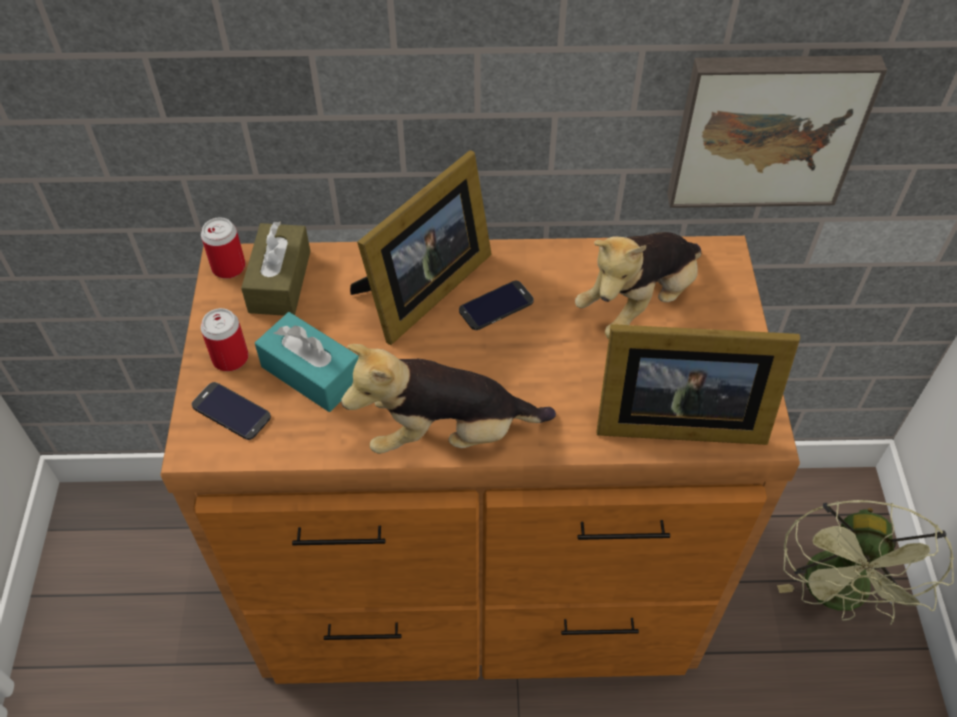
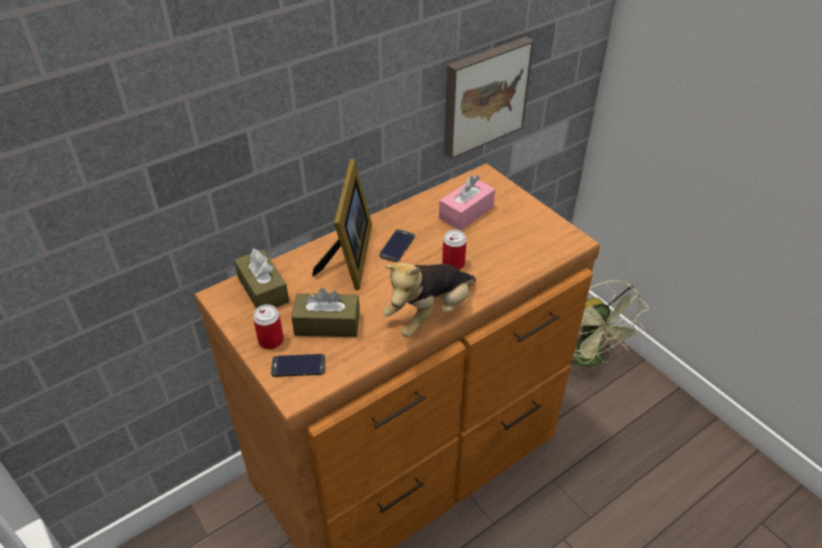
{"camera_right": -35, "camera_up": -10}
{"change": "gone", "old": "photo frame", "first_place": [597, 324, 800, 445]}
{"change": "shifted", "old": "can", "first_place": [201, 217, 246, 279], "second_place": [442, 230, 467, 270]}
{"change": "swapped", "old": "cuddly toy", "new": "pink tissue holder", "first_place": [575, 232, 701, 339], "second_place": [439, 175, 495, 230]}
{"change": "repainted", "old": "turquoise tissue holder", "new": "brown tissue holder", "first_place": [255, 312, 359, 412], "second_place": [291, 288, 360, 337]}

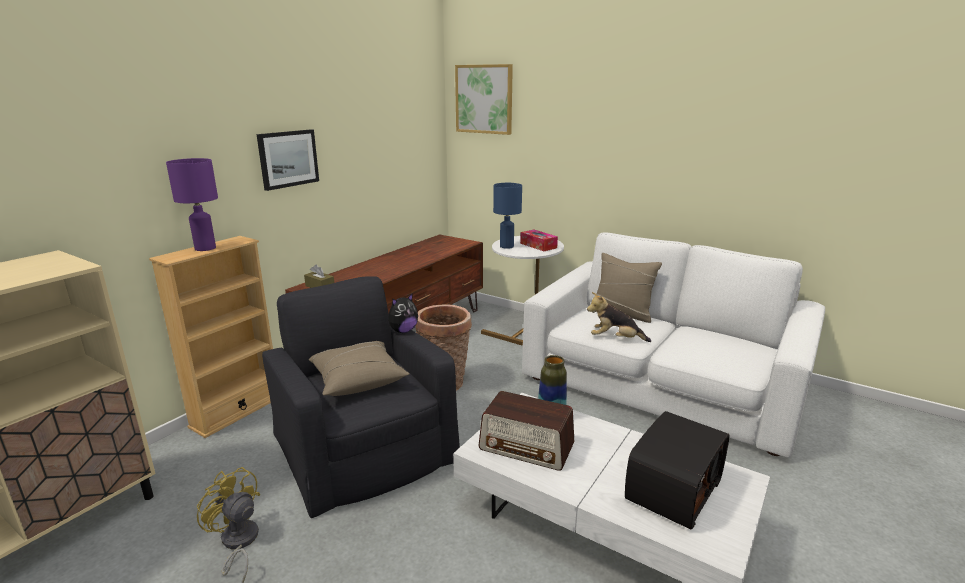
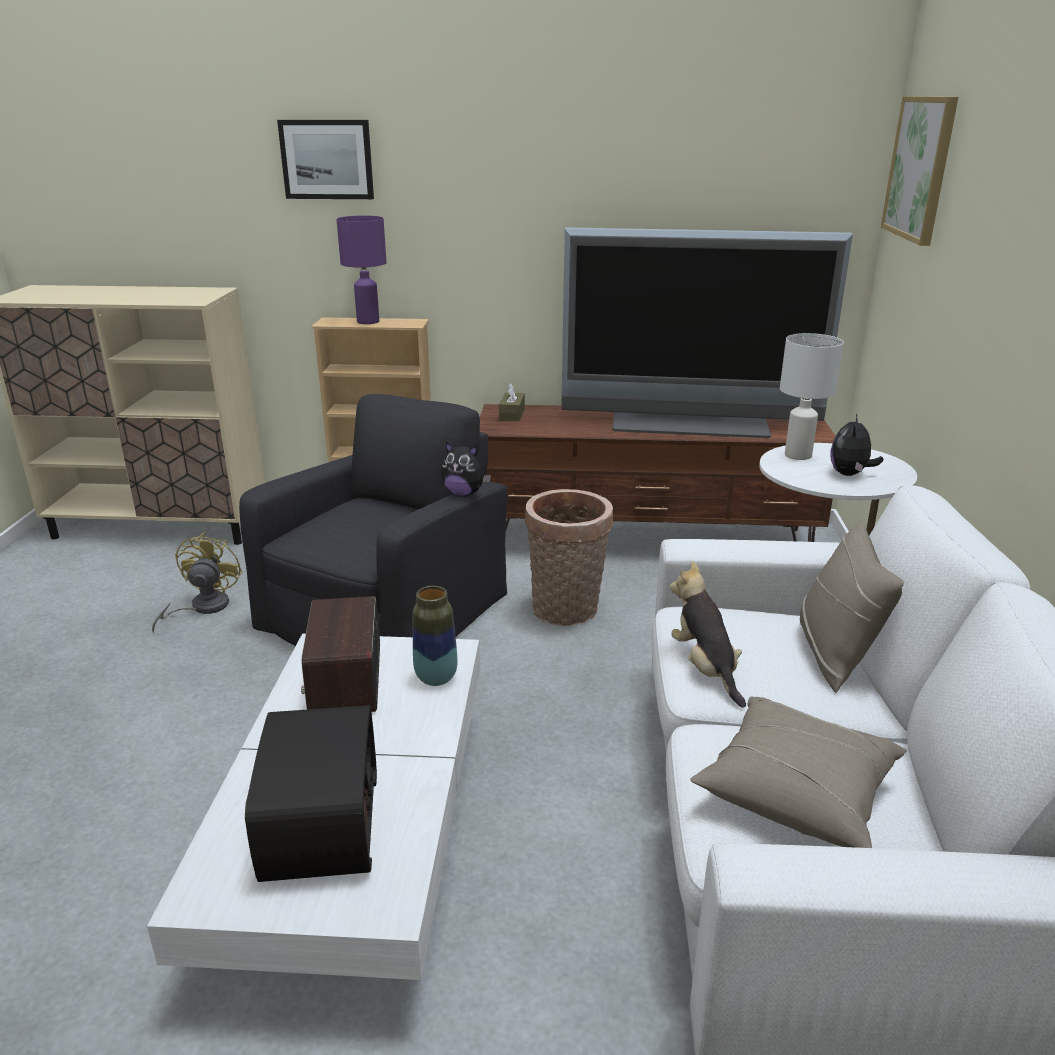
{"camera_right": 60, "camera_up": 5}
{"change": "new", "new": "TV set", "second_place": [561, 227, 853, 438]}
{"change": "shifted", "old": "wall picture", "first_place": [257, 129, 319, 191], "second_place": [277, 120, 374, 199]}
{"change": "shifted", "old": "sand-coloured throw pillow", "first_place": [308, 341, 410, 396], "second_place": [690, 696, 907, 848]}
{"change": "swapped", "old": "tissue holder", "new": "cuddly toy", "first_place": [520, 230, 558, 251], "second_place": [830, 414, 883, 476]}
{"change": "repainted", "old": "blue-coloured tabletop lamp", "new": "white-coloured tabletop lamp", "first_place": [493, 183, 522, 249], "second_place": [780, 333, 844, 460]}
{"change": "rotated", "old": "radio", "first_place": [625, 411, 730, 530], "second_place": [245, 705, 377, 882], "degrees": -105}

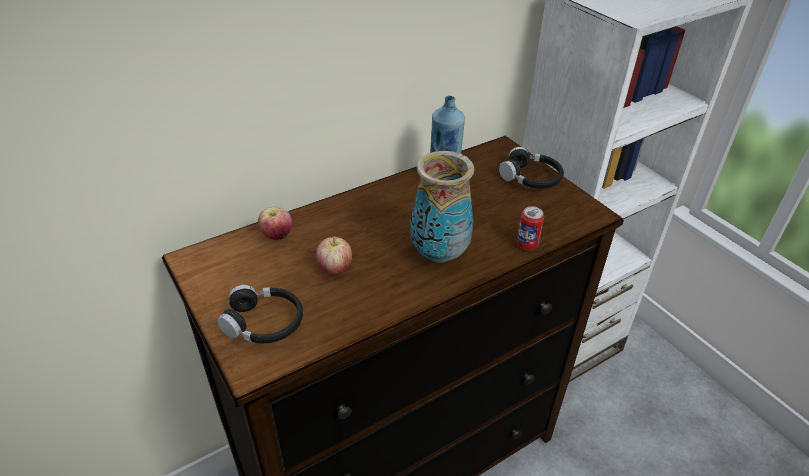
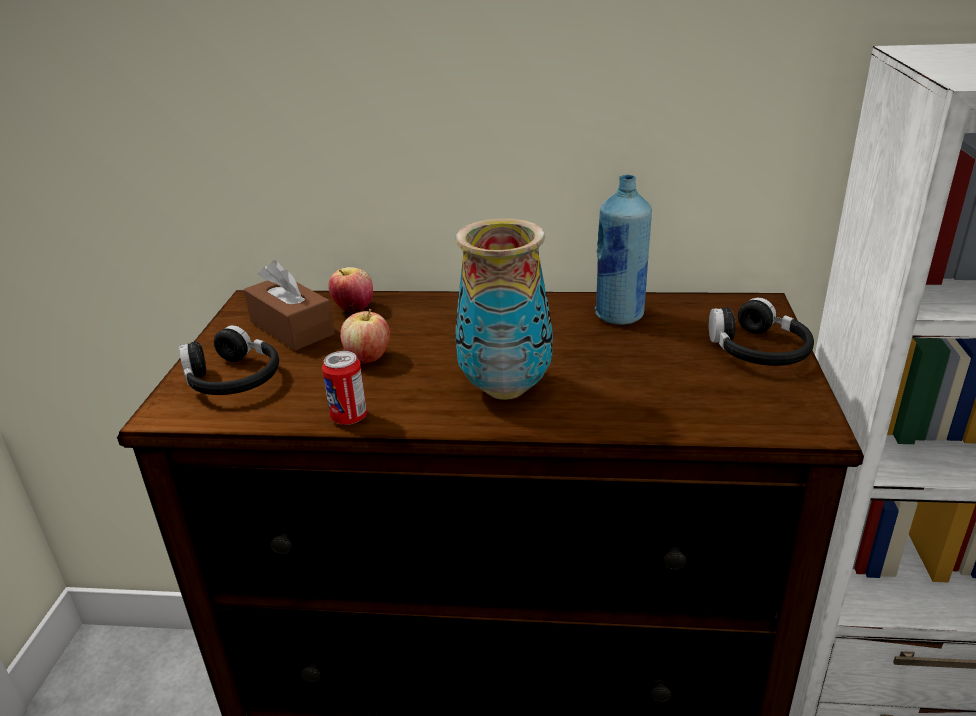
{"camera_right": 40, "camera_up": -10}
{"change": "new", "new": "brown tissue holder", "second_place": [244, 260, 335, 351]}
{"change": "shifted", "old": "can", "first_place": [517, 206, 544, 250], "second_place": [322, 351, 367, 425]}

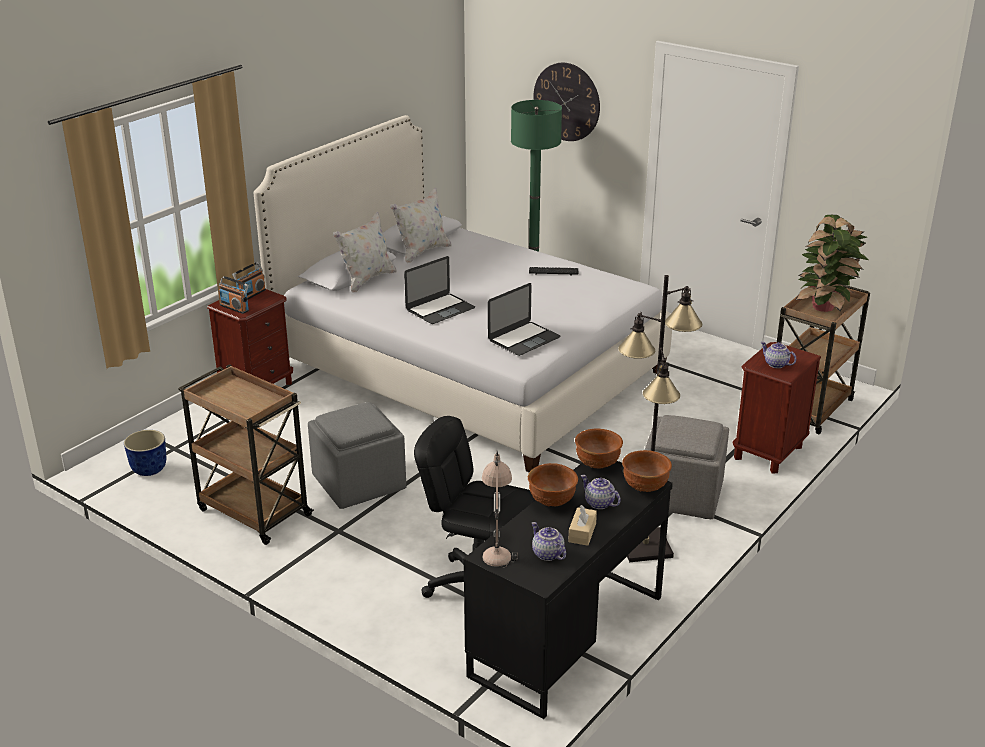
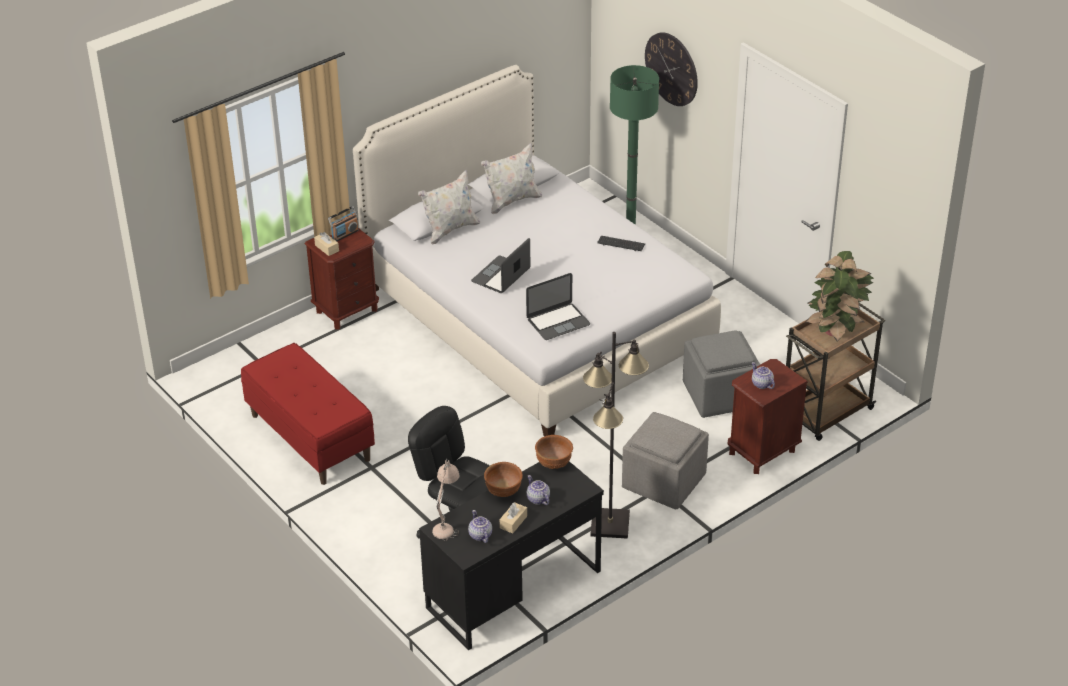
{"camera_right": 15, "camera_up": 10}
{"change": "gone", "old": "planter", "first_place": [124, 430, 166, 476]}
{"change": "gone", "old": "brown serving bowl", "first_place": [622, 450, 672, 492]}
{"change": "shifted", "old": "greyish pouffe", "first_place": [308, 402, 406, 509], "second_place": [683, 330, 760, 418]}
{"change": "swapped", "old": "brown cart", "new": "reddish indoor bench", "first_place": [178, 364, 314, 545], "second_place": [241, 343, 375, 485]}
{"change": "swapped", "old": "radio", "new": "sand-coloured tissue holder", "first_place": [219, 276, 249, 314], "second_place": [314, 232, 339, 256]}
{"change": "rotated", "old": "notebook computer", "first_place": [404, 256, 475, 324], "second_place": [471, 238, 530, 293], "degrees": 150}

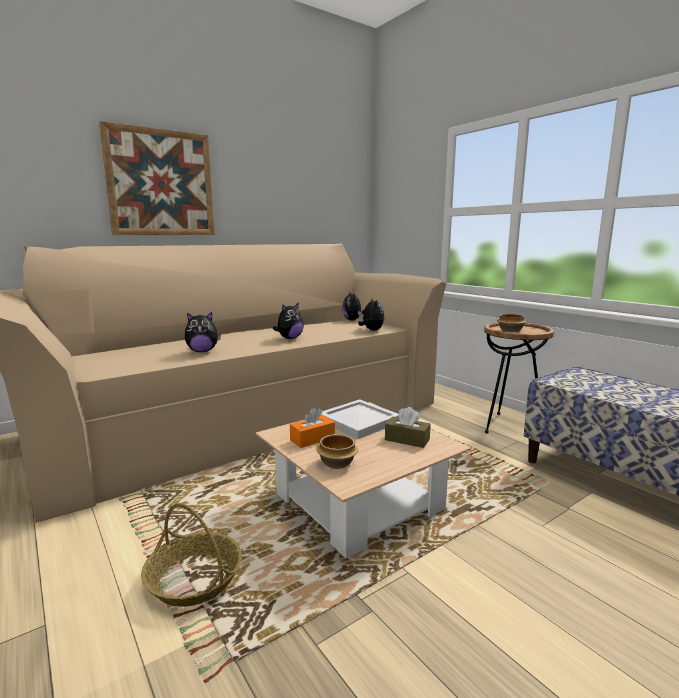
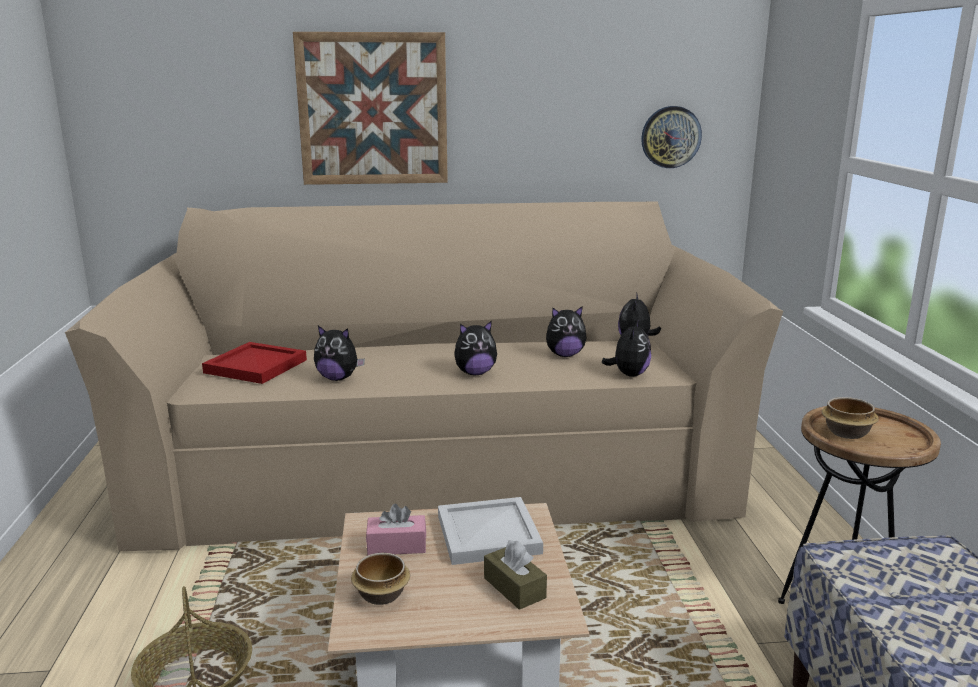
{"camera_right": 30, "camera_up": 5}
{"change": "new", "new": "reddish serving tray", "second_place": [202, 342, 307, 384]}
{"change": "new", "new": "cuddly toy", "second_place": [546, 306, 586, 357]}
{"change": "new", "new": "hanging clock", "second_place": [641, 106, 702, 168]}
{"change": "repainted", "old": "orange-coloured tissue holder", "new": "pink tissue holder", "first_place": [290, 407, 335, 448], "second_place": [366, 504, 426, 555]}

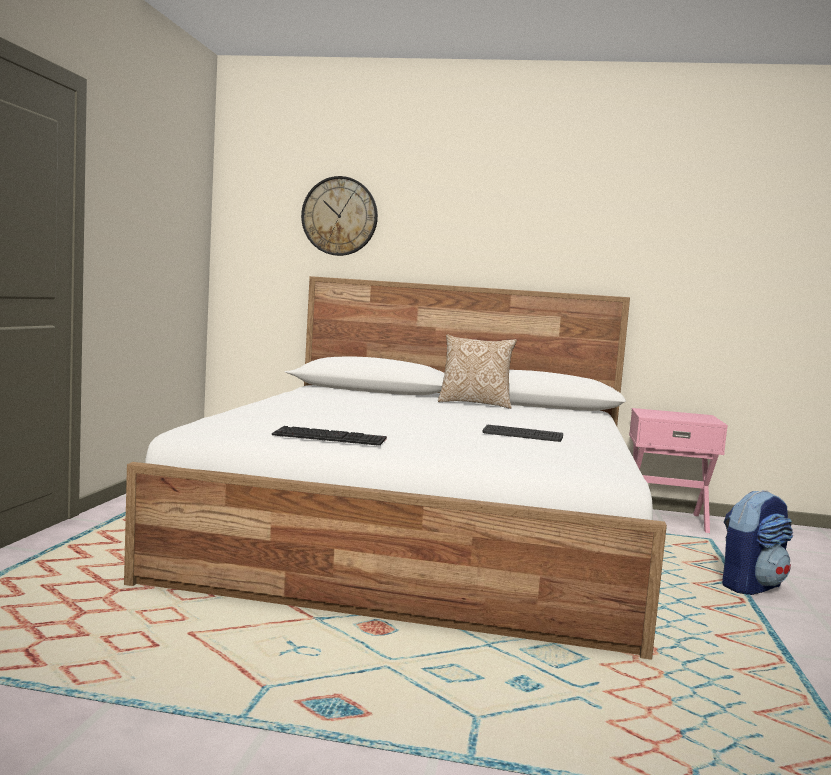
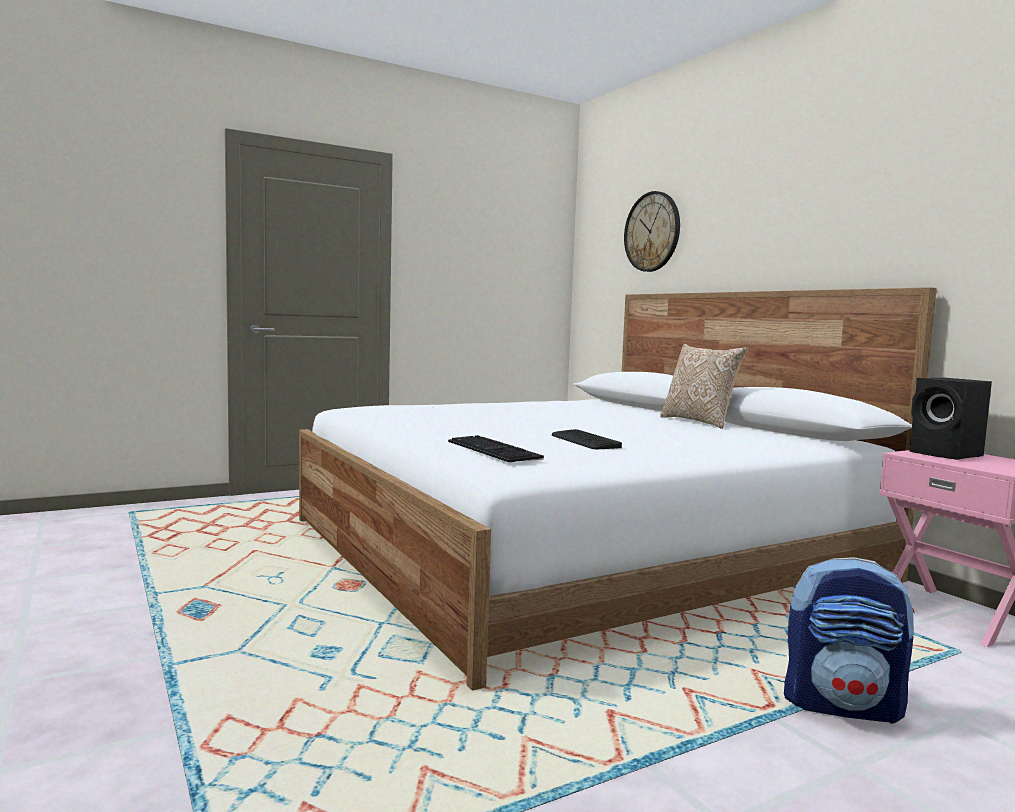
{"camera_right": 50, "camera_up": 0}
{"change": "new", "new": "blackish audio speaker", "second_place": [910, 378, 992, 460]}
{"change": "shifted", "old": "PC keyboard", "first_place": [272, 426, 387, 446], "second_place": [448, 435, 544, 462]}

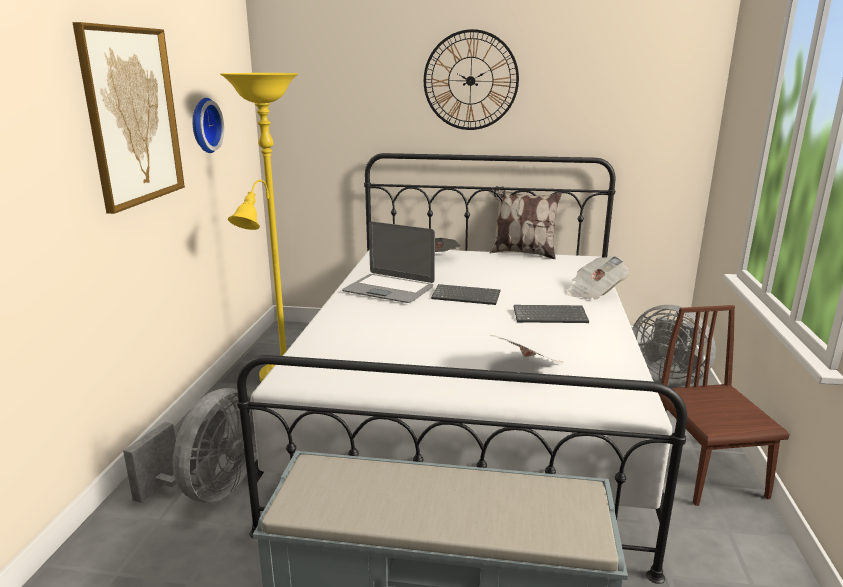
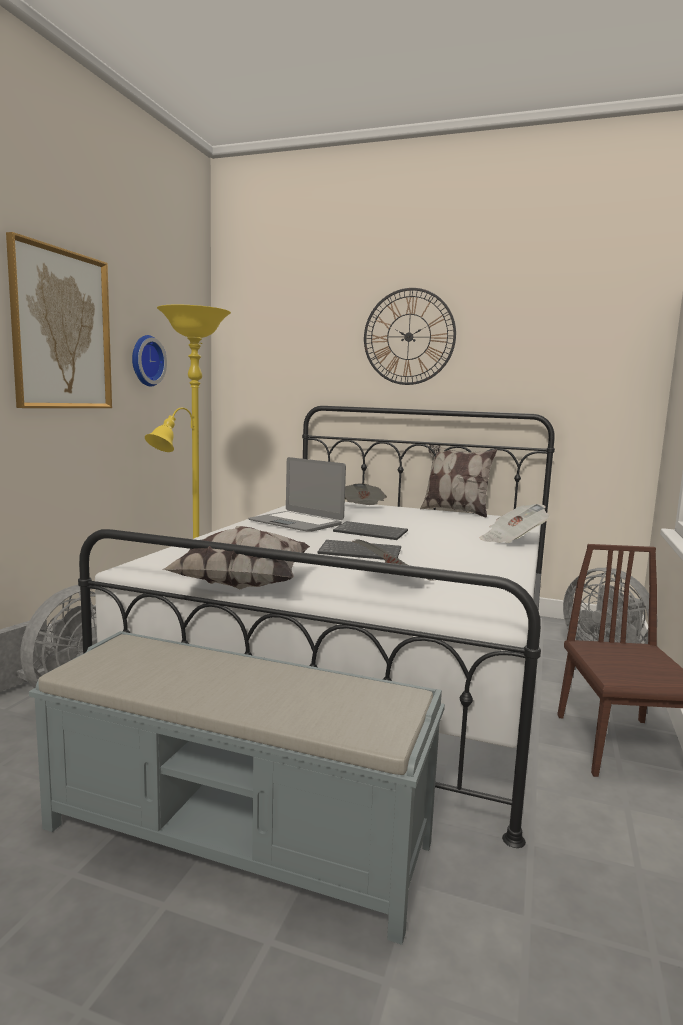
{"camera_right": 10, "camera_up": -10}
{"change": "new", "new": "throw pillow", "second_place": [162, 526, 310, 589]}
{"change": "shifted", "old": "PC keyboard", "first_place": [514, 305, 589, 323], "second_place": [318, 540, 401, 560]}

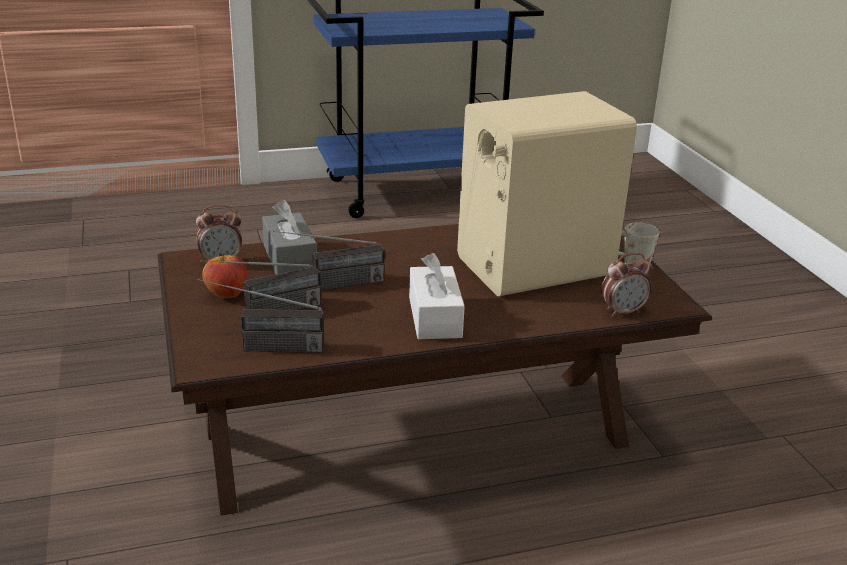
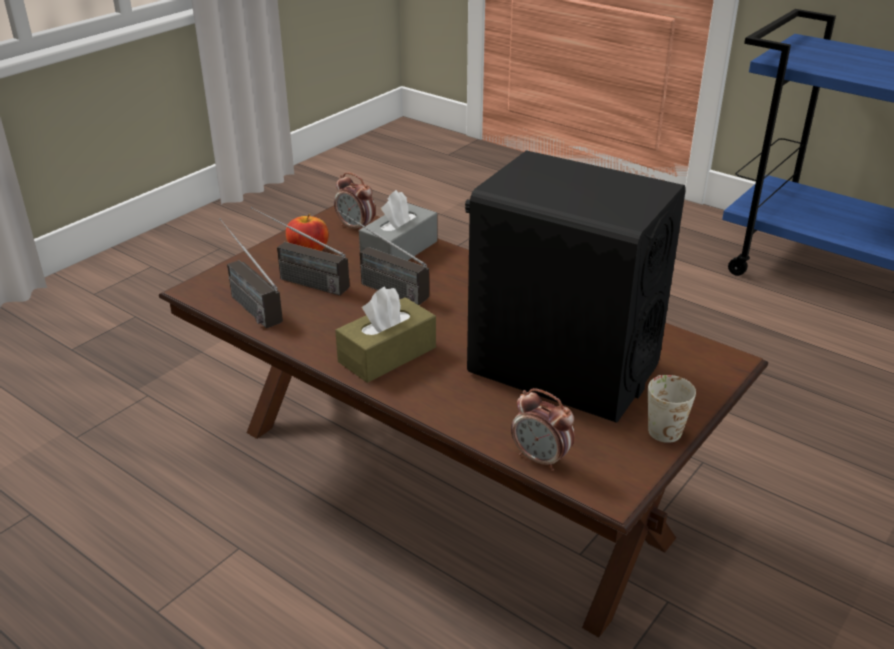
{"camera_right": 55, "camera_up": 5}
{"change": "repainted", "old": "white-coloured tissue holder", "new": "brown tissue holder", "first_place": [409, 253, 465, 339], "second_place": [335, 286, 436, 383]}
{"change": "repainted", "old": "sand-coloured audio speaker", "new": "blackish audio speaker", "first_place": [457, 91, 637, 296], "second_place": [465, 150, 686, 423]}

